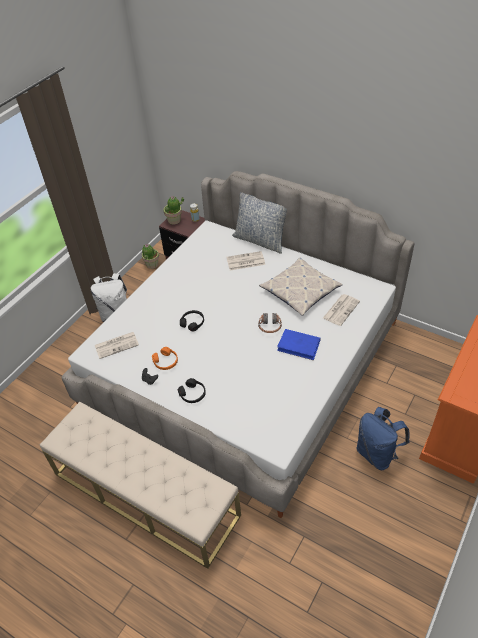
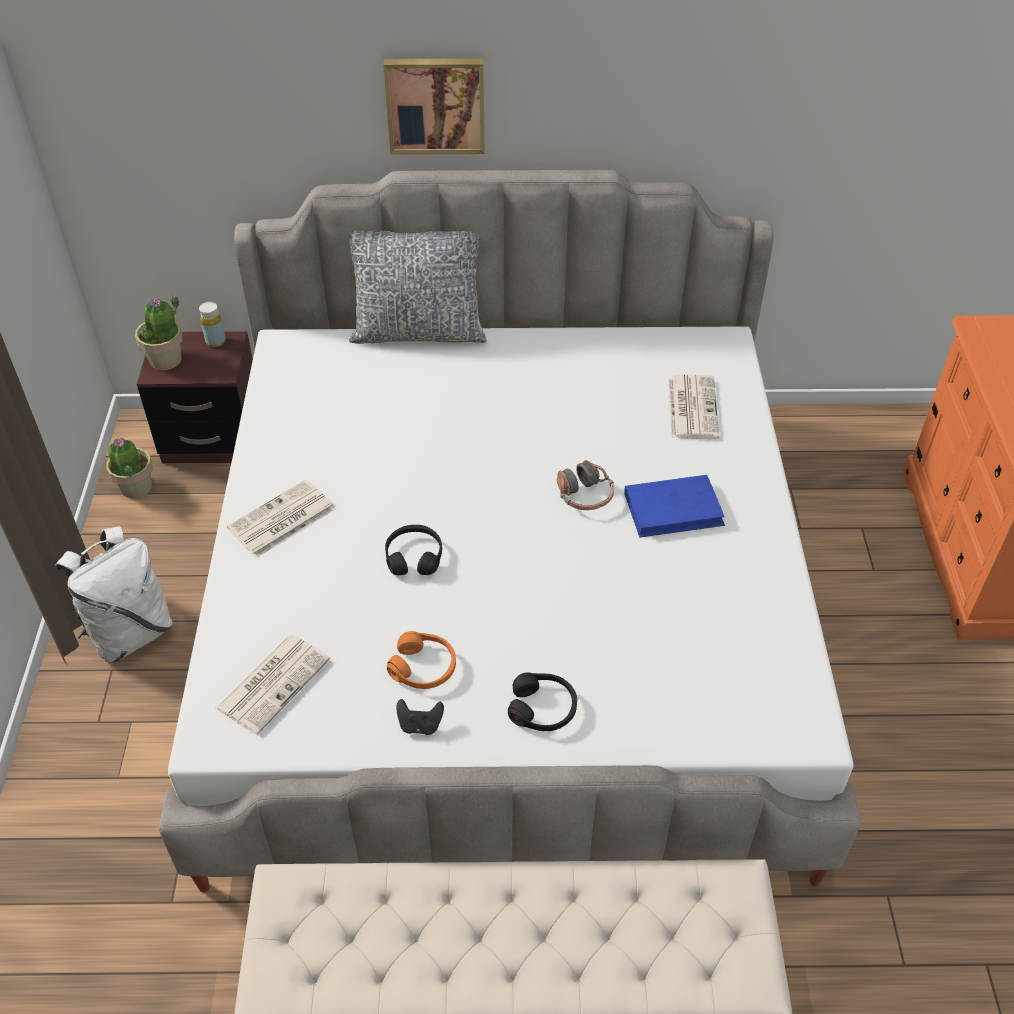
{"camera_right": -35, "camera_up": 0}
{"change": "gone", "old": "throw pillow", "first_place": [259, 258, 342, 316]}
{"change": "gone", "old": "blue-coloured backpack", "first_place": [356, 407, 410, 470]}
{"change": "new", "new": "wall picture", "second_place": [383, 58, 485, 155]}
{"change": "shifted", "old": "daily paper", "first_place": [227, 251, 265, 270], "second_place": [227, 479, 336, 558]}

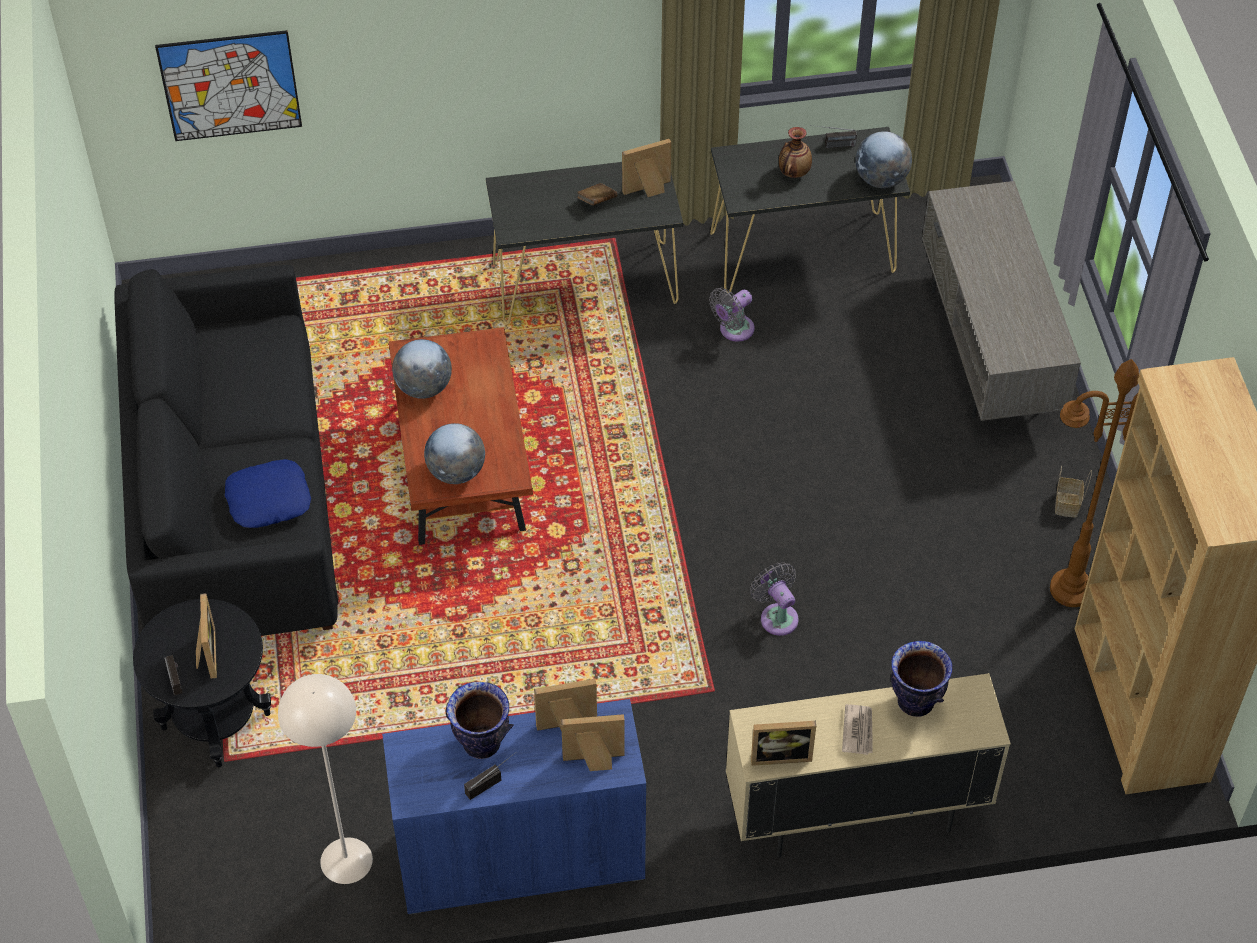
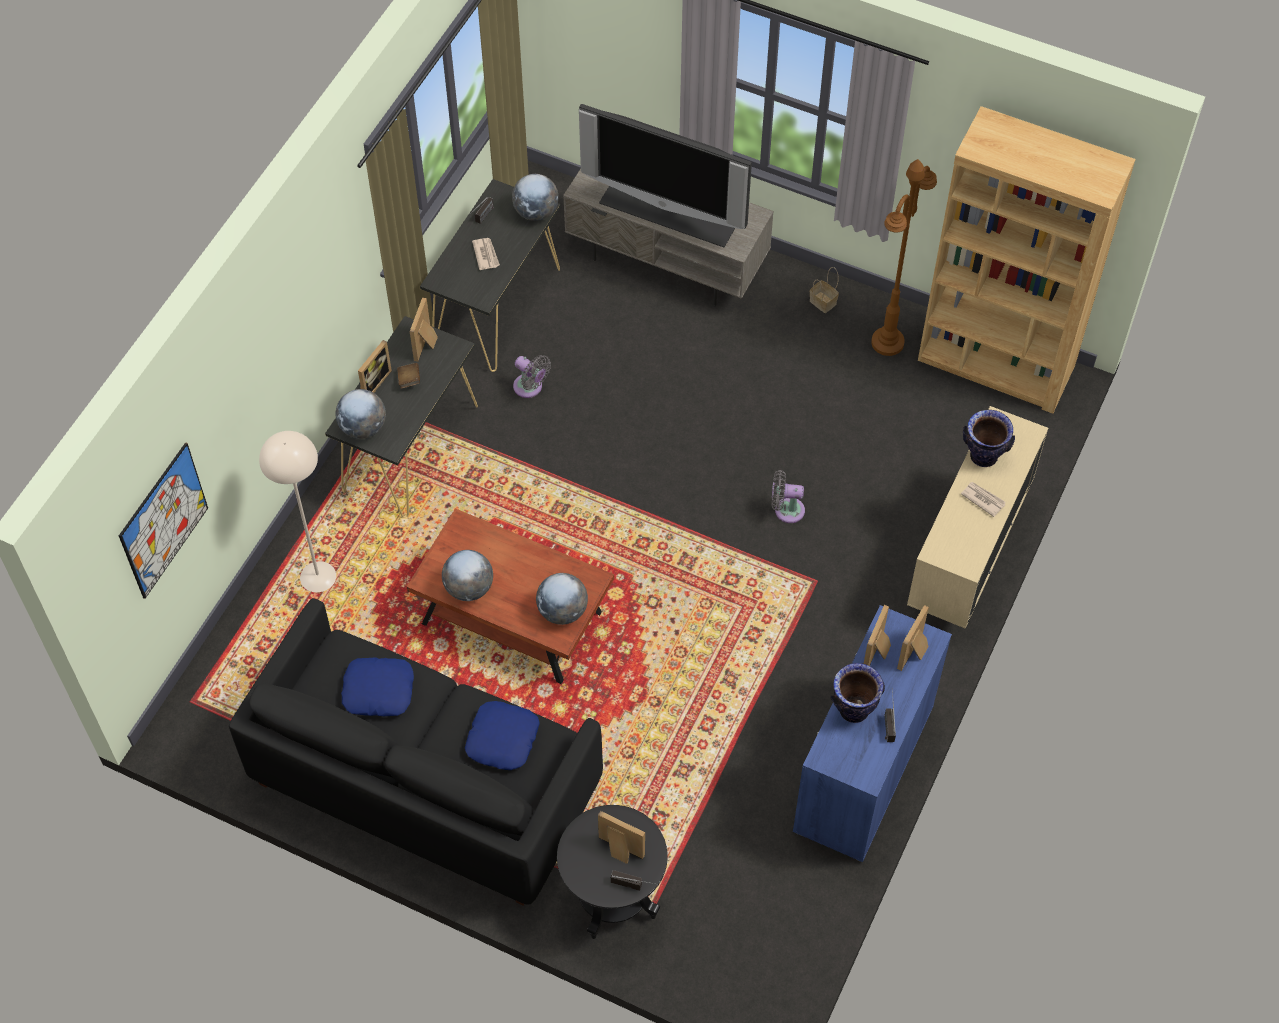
{"camera_right": -55, "camera_up": 5}
{"change": "new", "new": "desk globe", "second_place": [336, 389, 386, 439]}
{"change": "new", "new": "blue-coloured throw pillow", "second_place": [341, 657, 414, 716]}
{"change": "new", "new": "TV set", "second_place": [579, 104, 752, 247]}
{"change": "shifted", "old": "sand-coloured floor lamp", "first_place": [278, 674, 373, 884], "second_place": [259, 431, 336, 592]}
{"change": "shifted", "old": "photo frame", "first_place": [751, 721, 816, 766], "second_place": [358, 340, 392, 393]}
{"change": "swapped", "old": "flower vase", "new": "daily paper", "first_place": [779, 127, 812, 178], "second_place": [472, 238, 500, 270]}
{"change": "rotated", "old": "greyish electric fan", "first_place": [709, 288, 754, 342], "second_place": [513, 355, 551, 398], "degrees": -45}

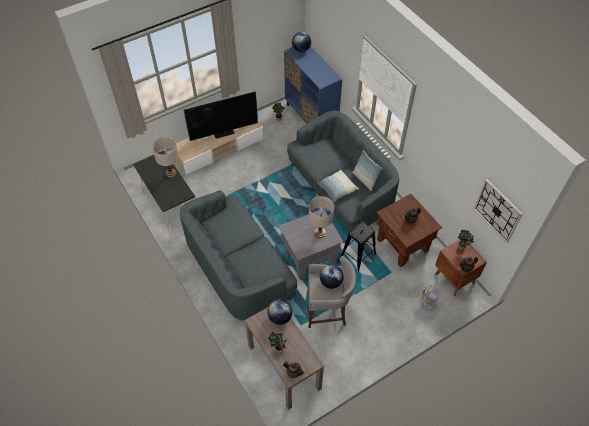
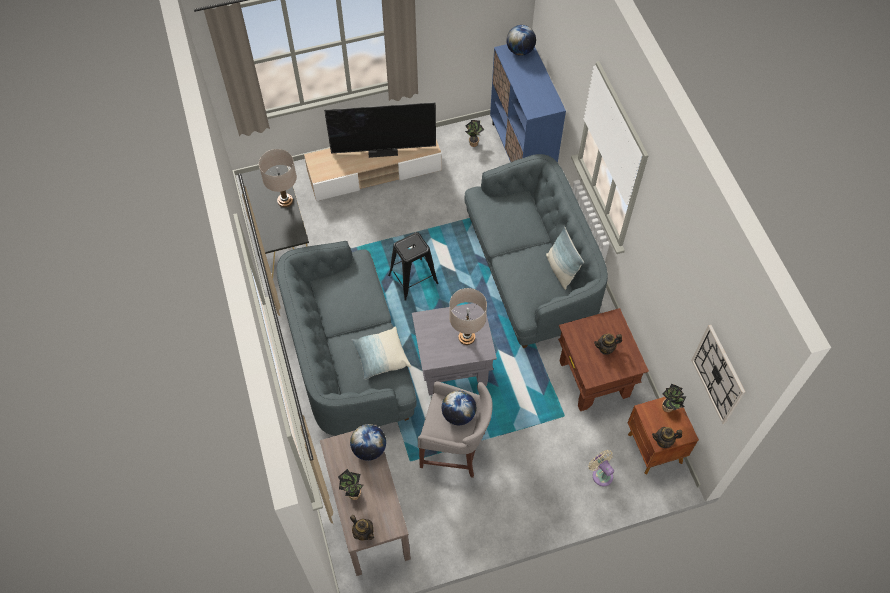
{"camera_right": 15, "camera_up": 5}
{"change": "shifted", "old": "throw pillow", "first_place": [317, 169, 359, 202], "second_place": [352, 326, 411, 380]}
{"change": "shifted", "old": "blackish stool", "first_place": [340, 221, 377, 271], "second_place": [388, 232, 439, 301]}

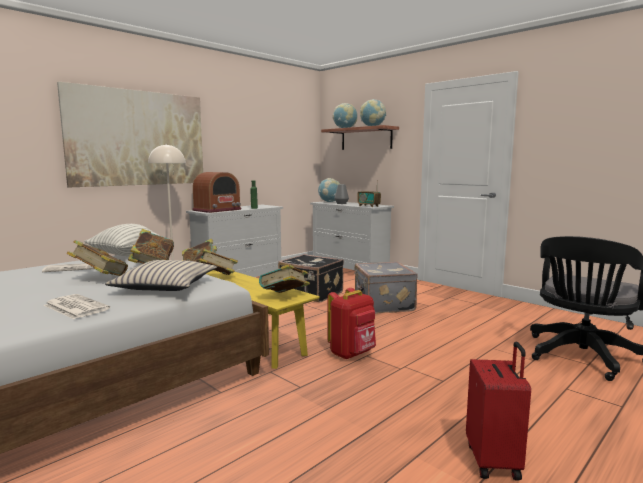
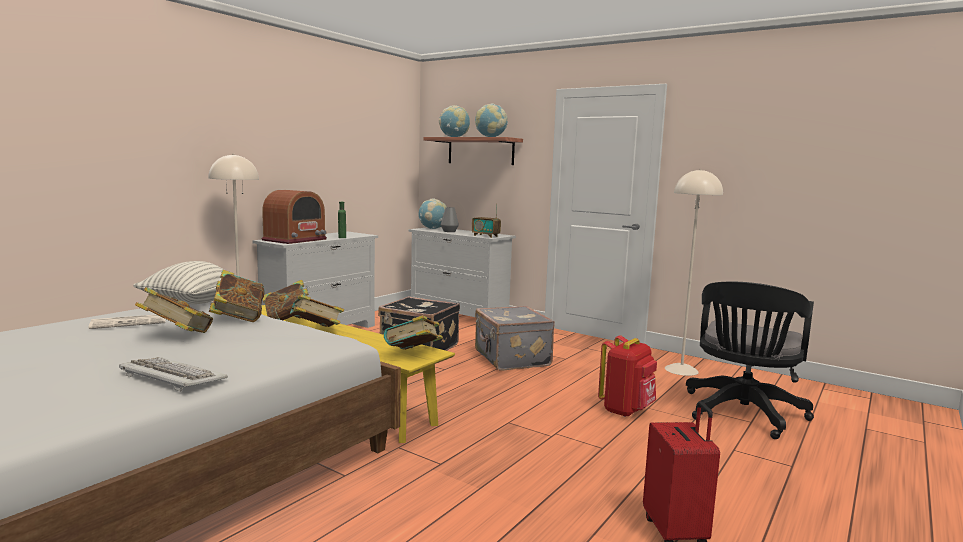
{"camera_right": -10, "camera_up": 0}
{"change": "gone", "old": "wall picture", "first_place": [57, 82, 203, 187]}
{"change": "gone", "old": "sand-coloured throw pillow", "first_place": [105, 260, 217, 291]}
{"change": "new", "new": "sand-coloured floor lamp", "second_place": [665, 169, 723, 376]}
{"change": "shifted", "old": "reddish backpack", "first_place": [328, 288, 376, 359], "second_place": [598, 336, 657, 417]}
{"change": "swapped", "old": "daily paper", "new": "PC keyboard", "first_place": [43, 294, 110, 319], "second_place": [119, 357, 228, 392]}

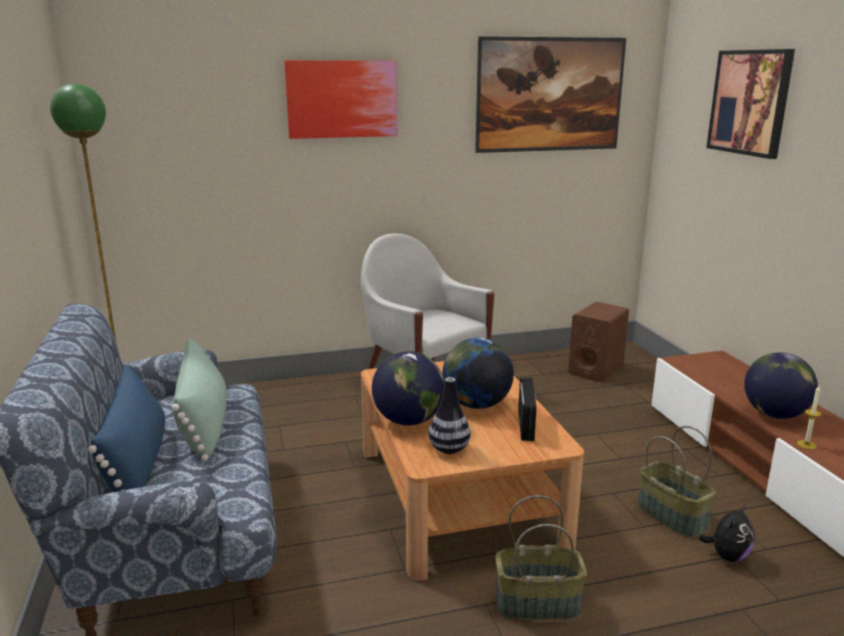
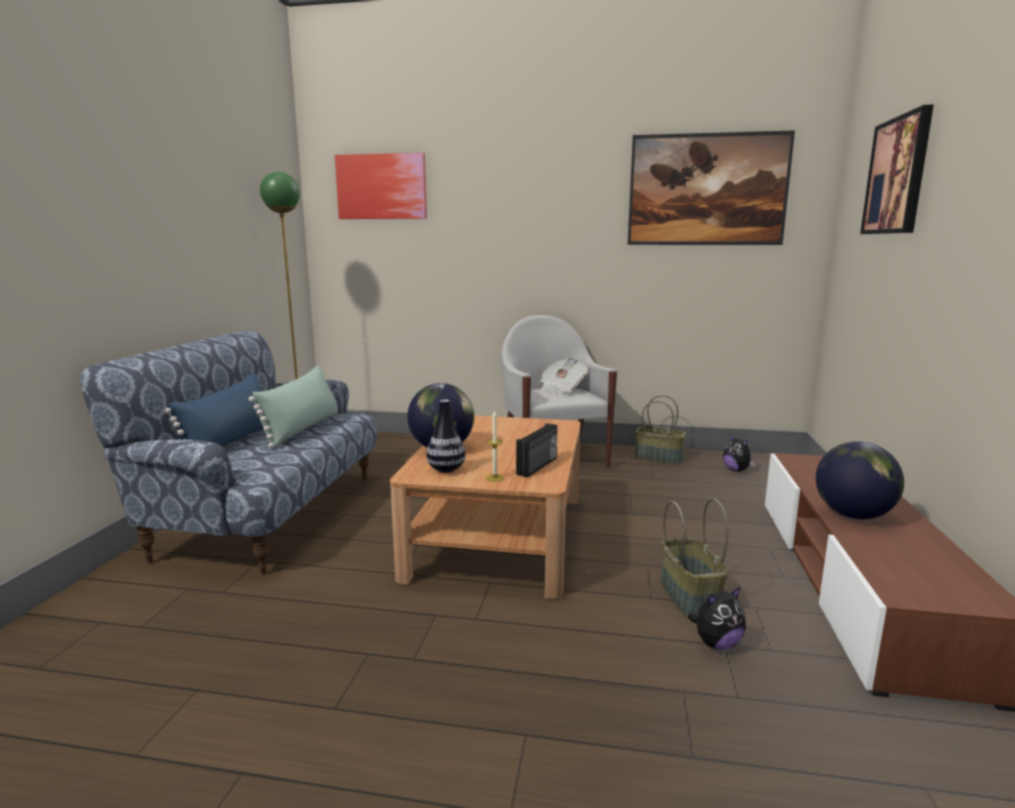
{"camera_right": 25, "camera_up": -5}
{"change": "gone", "old": "desk globe", "first_place": [443, 338, 514, 409]}
{"change": "new", "new": "daily paper", "second_place": [540, 357, 588, 394]}
{"change": "shifted", "old": "wall picture", "first_place": [284, 60, 397, 139], "second_place": [335, 153, 427, 219]}
{"change": "shifted", "old": "basket", "first_place": [495, 495, 587, 620], "second_place": [635, 395, 686, 464]}
{"change": "shifted", "old": "candle", "first_place": [797, 386, 822, 449], "second_place": [486, 410, 504, 482]}
{"change": "swapped", "old": "brown audio speaker", "new": "cuddly toy", "first_place": [568, 302, 629, 382], "second_place": [723, 434, 756, 472]}

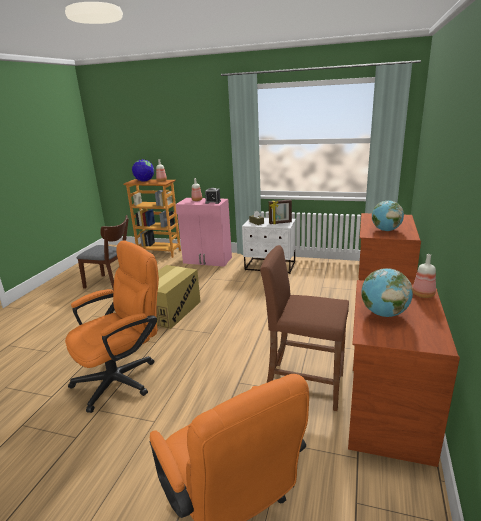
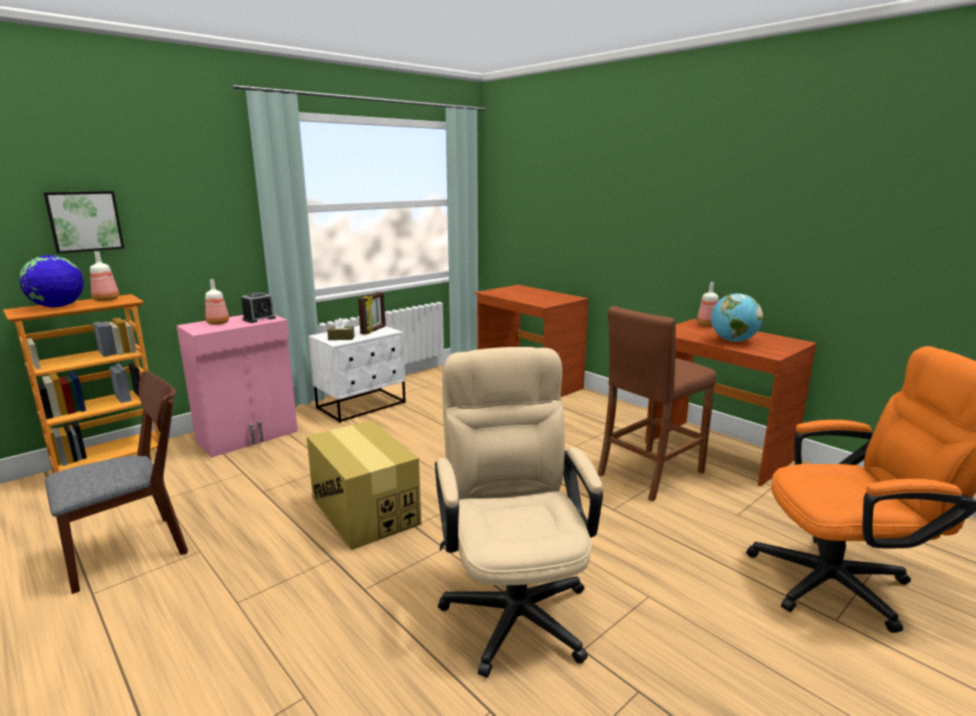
{"camera_right": -60, "camera_up": -5}
{"change": "gone", "old": "desk globe", "first_place": [372, 201, 404, 231]}
{"change": "new", "new": "wall picture", "second_place": [43, 191, 124, 254]}
{"change": "repainted", "old": "orange-coloured office chair", "new": "sand-coloured office chair", "first_place": [65, 240, 159, 413], "second_place": [435, 347, 603, 678]}

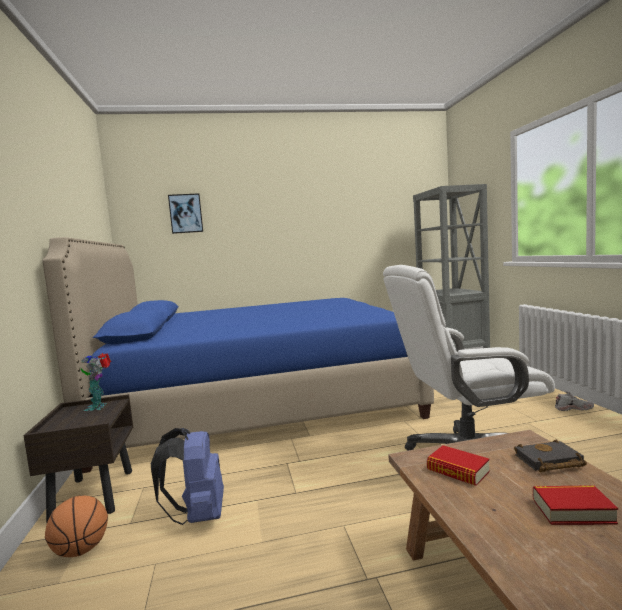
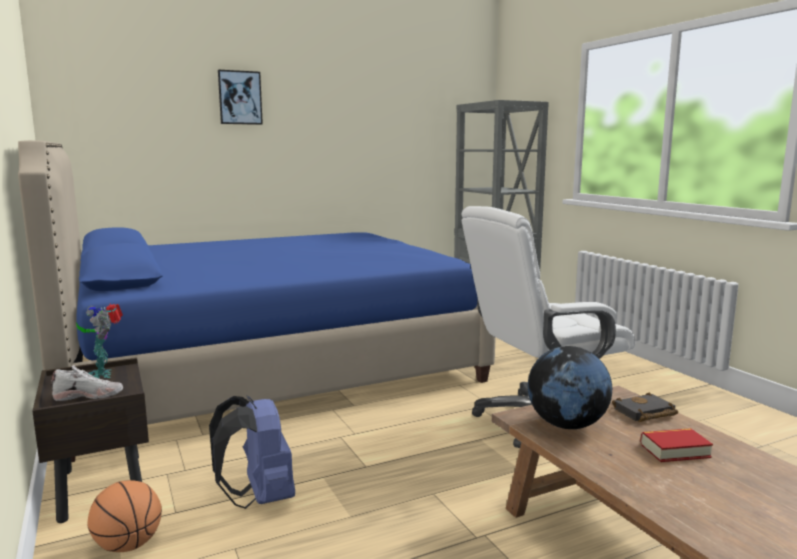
{"camera_right": -15, "camera_up": 5}
{"change": "shifted", "old": "wall picture", "first_place": [168, 193, 203, 234], "second_place": [218, 70, 263, 125]}
{"change": "shifted", "old": "white-coloured item of footwear", "first_place": [555, 391, 594, 411], "second_place": [51, 365, 123, 401]}
{"change": "swapped", "old": "book", "new": "desk globe", "first_place": [427, 445, 490, 486], "second_place": [528, 346, 612, 429]}

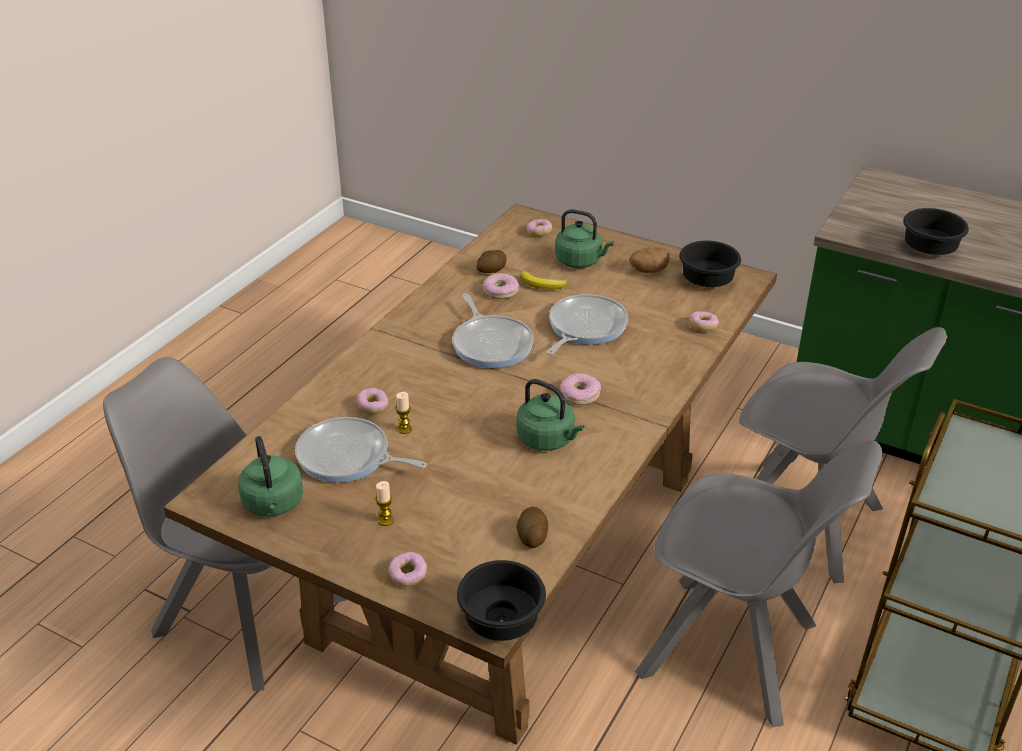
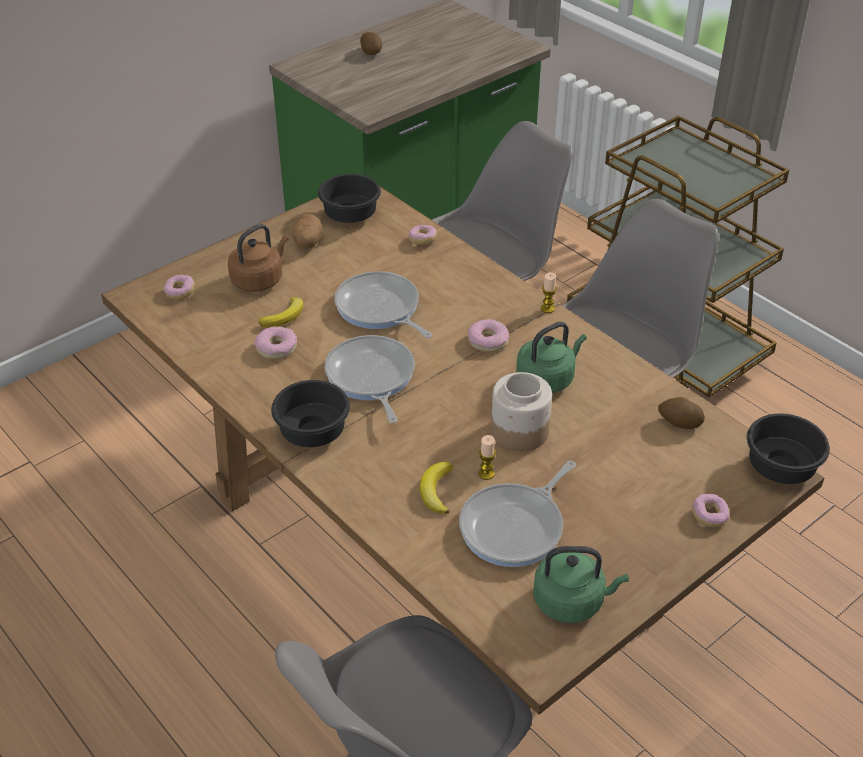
{"camera_right": -70, "camera_up": 5}
{"change": "new", "new": "storage jar", "second_place": [491, 372, 552, 451]}
{"change": "shifted", "old": "candle", "first_place": [375, 481, 394, 526], "second_place": [541, 272, 557, 313]}
{"change": "shifted", "old": "whole potato", "first_place": [476, 250, 507, 273], "second_place": [360, 32, 382, 55]}
{"change": "shifted", "old": "blackish serving bowl", "first_place": [903, 208, 969, 255], "second_place": [271, 380, 350, 447]}
{"change": "swapped", "old": "doughnut", "new": "banana", "first_place": [356, 388, 389, 414], "second_place": [419, 462, 453, 514]}
{"change": "repainted", "old": "green-coloured kettle", "new": "brown kettle", "first_place": [555, 209, 614, 268], "second_place": [228, 224, 288, 292]}
{"change": "rotated", "old": "pan", "first_place": [452, 294, 534, 368], "second_place": [325, 335, 415, 423], "degrees": -105}

